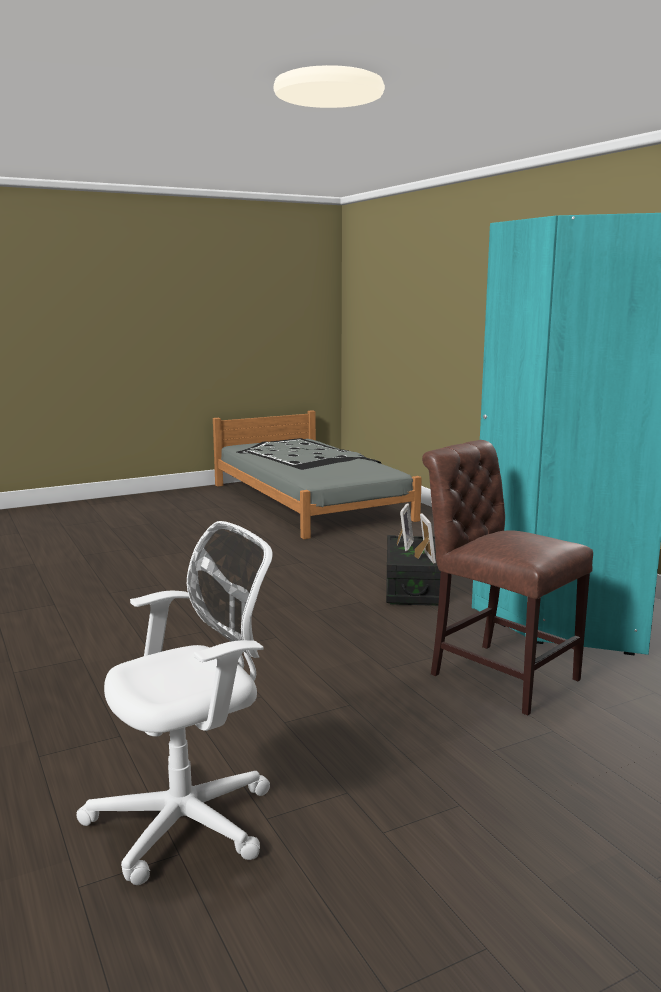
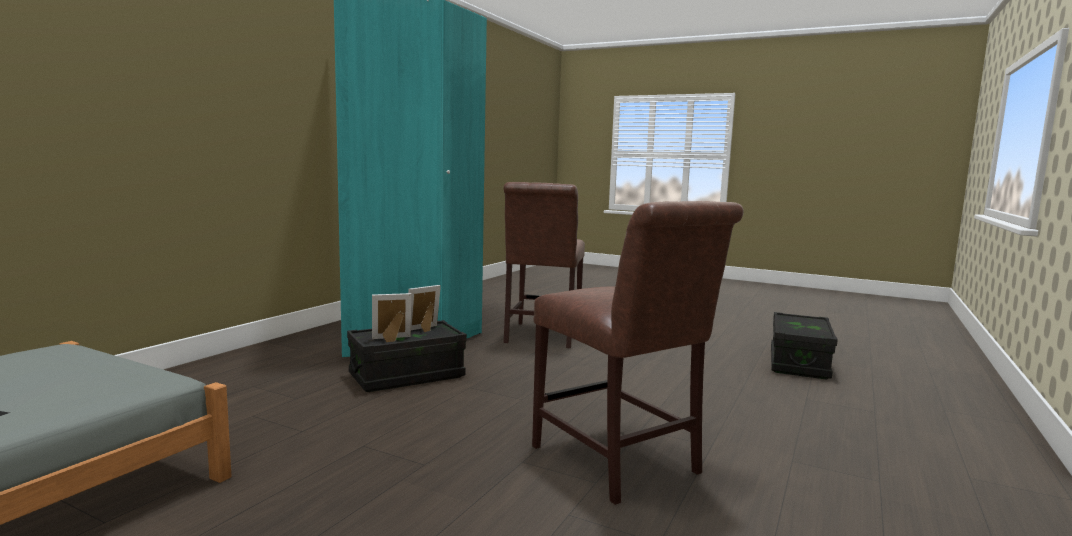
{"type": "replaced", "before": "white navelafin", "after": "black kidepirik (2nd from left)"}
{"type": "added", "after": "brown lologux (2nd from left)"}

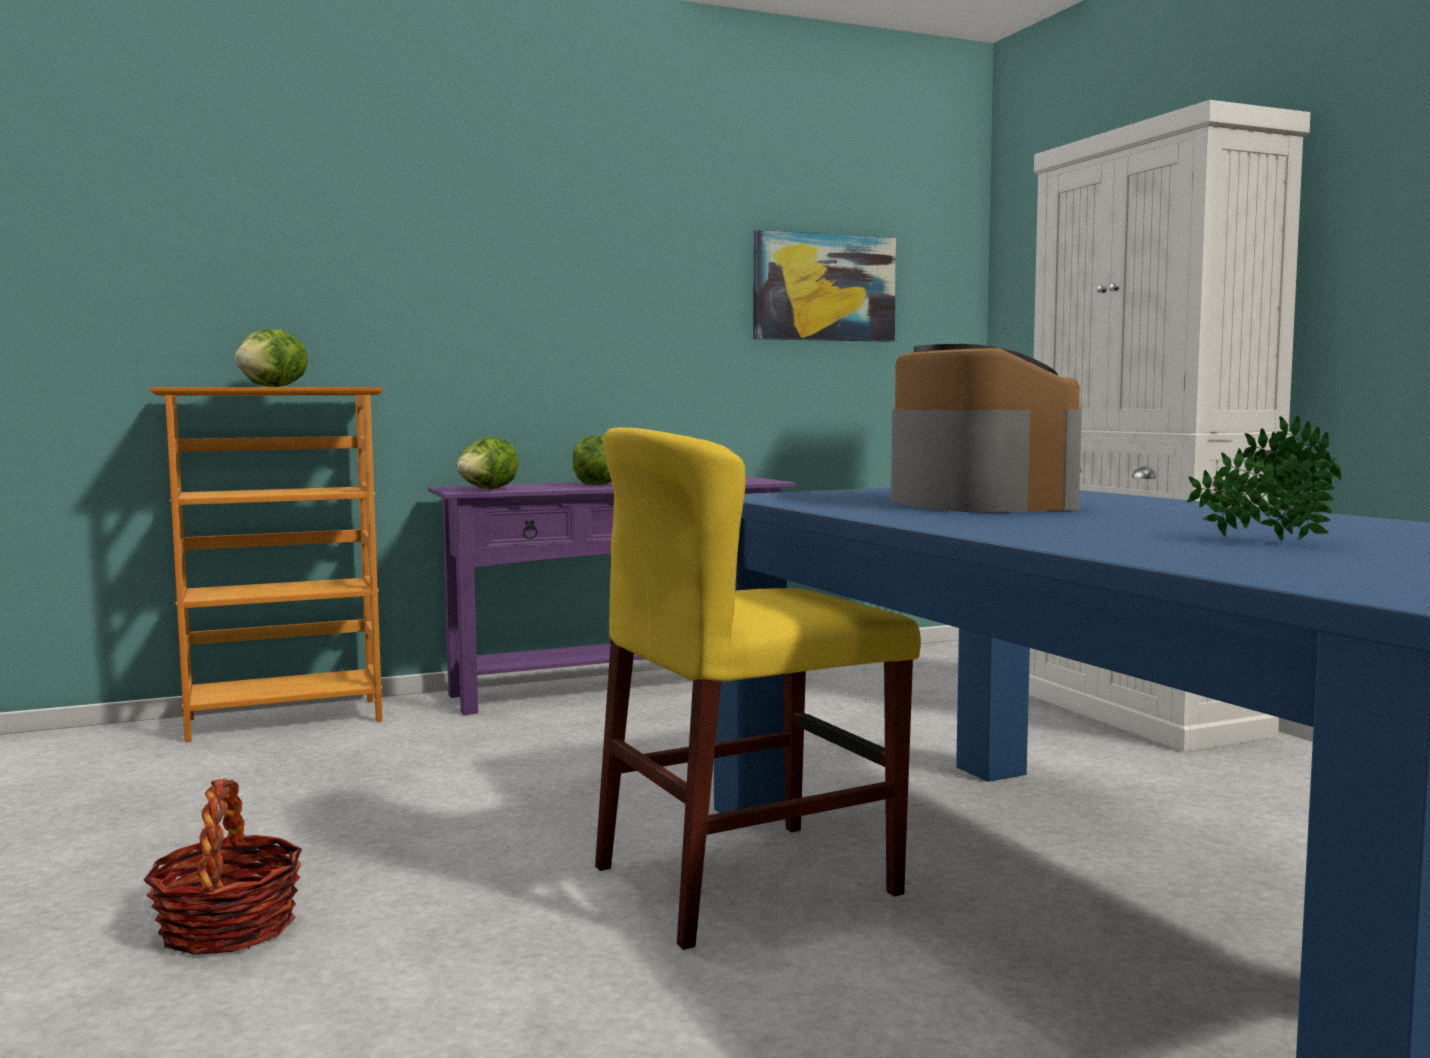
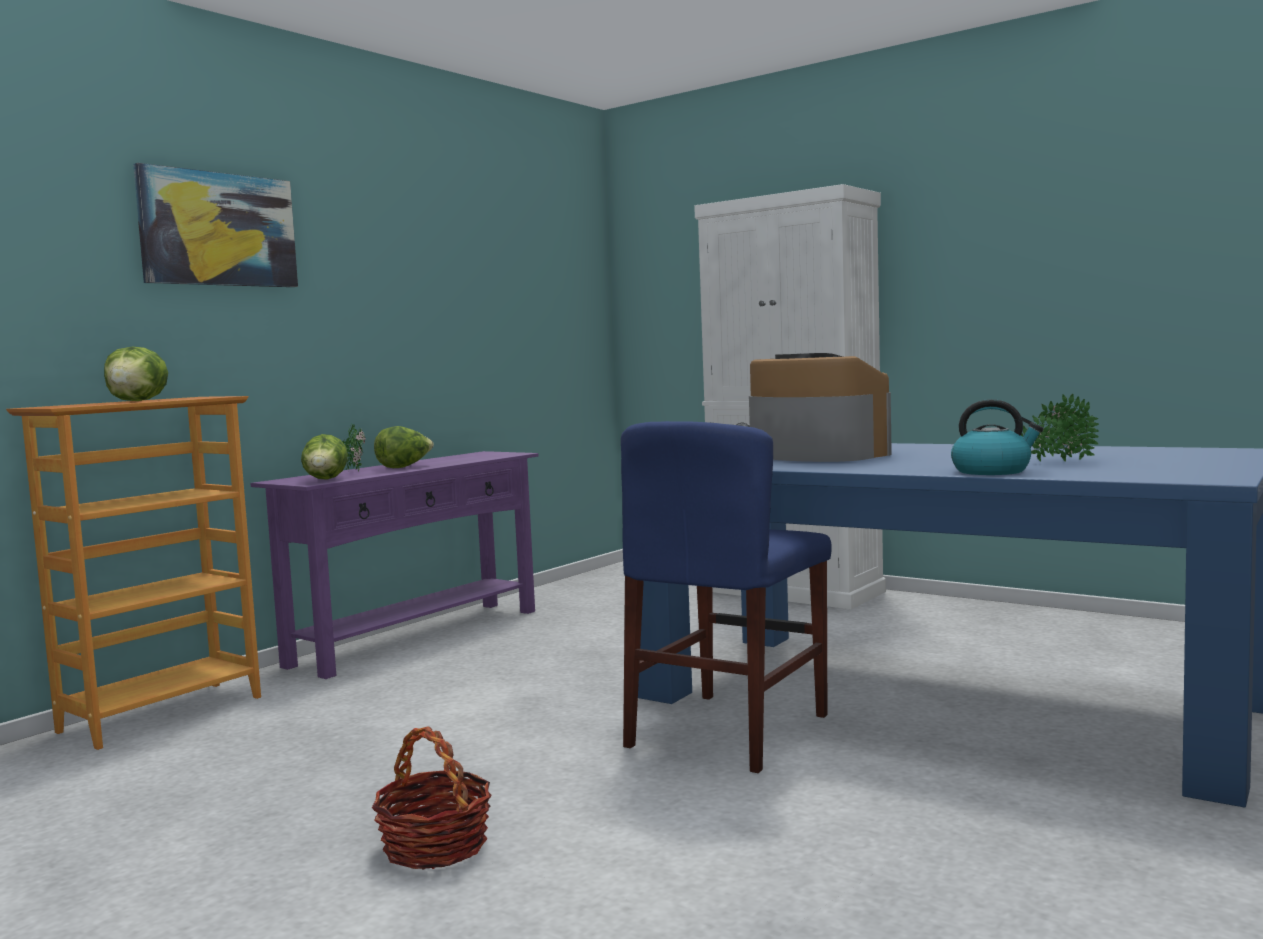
{"type": "moved", "before": "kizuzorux"}
{"type": "recoloured", "before": "yellow lologux", "after": "blue lologux"}
{"type": "added", "after": "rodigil"}
{"type": "added", "after": "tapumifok (1st from left)"}

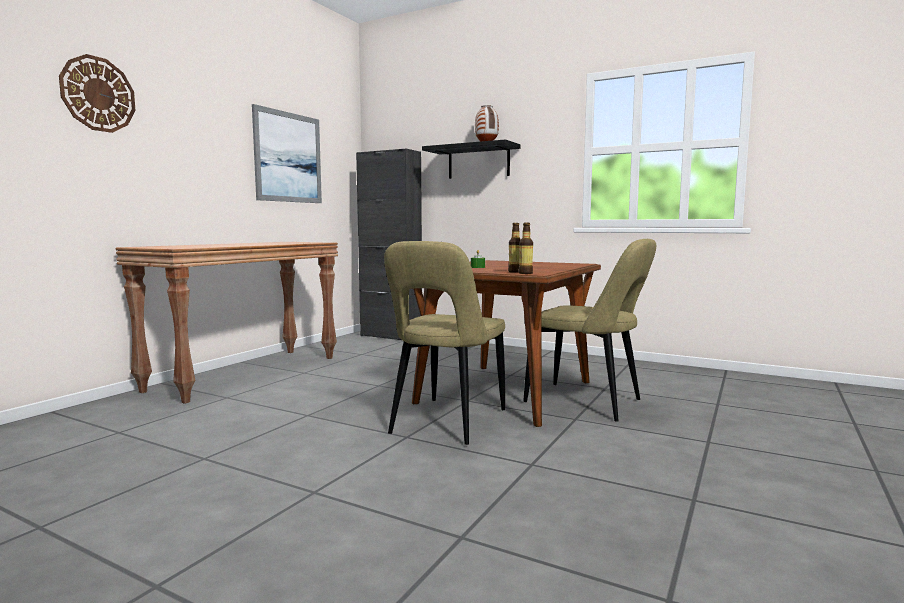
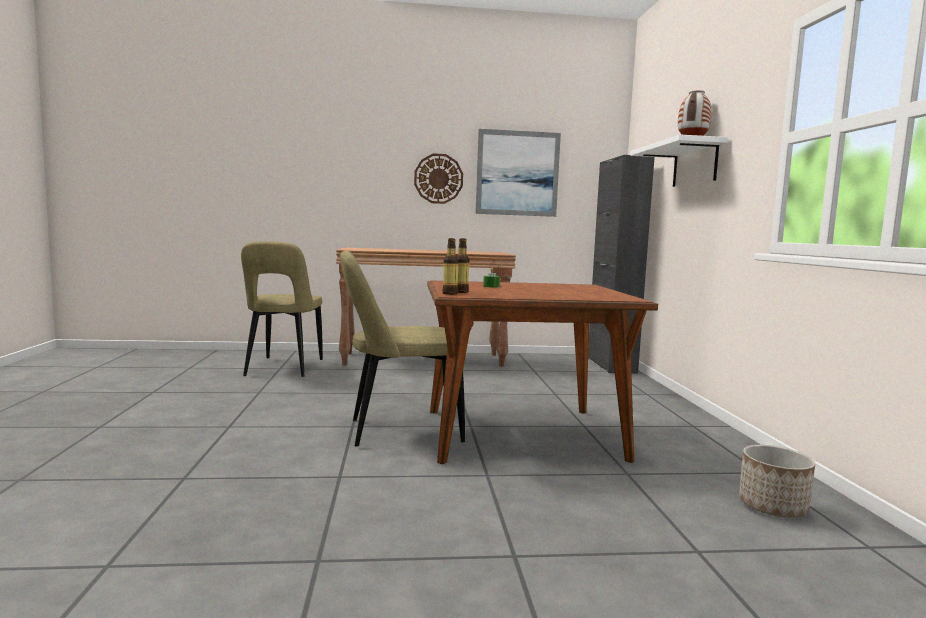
{"type": "moved", "before": "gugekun"}
{"type": "recoloured", "before": "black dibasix", "after": "white dibasix"}
{"type": "moved", "before": "beige lologux (2nd from left in the first image)", "after": "beige lologux (1st from left)"}
{"type": "added", "after": "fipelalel"}

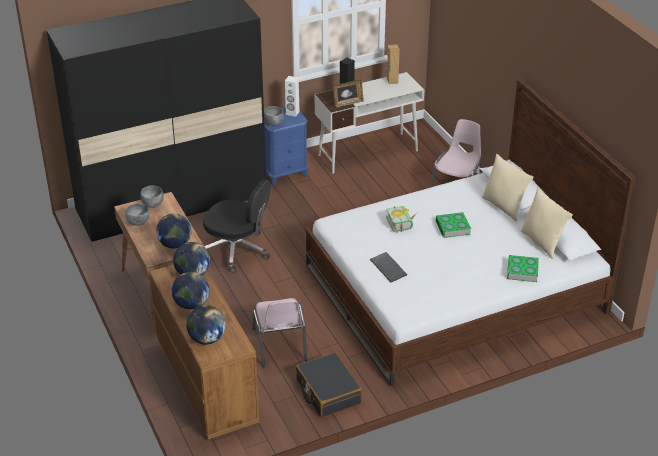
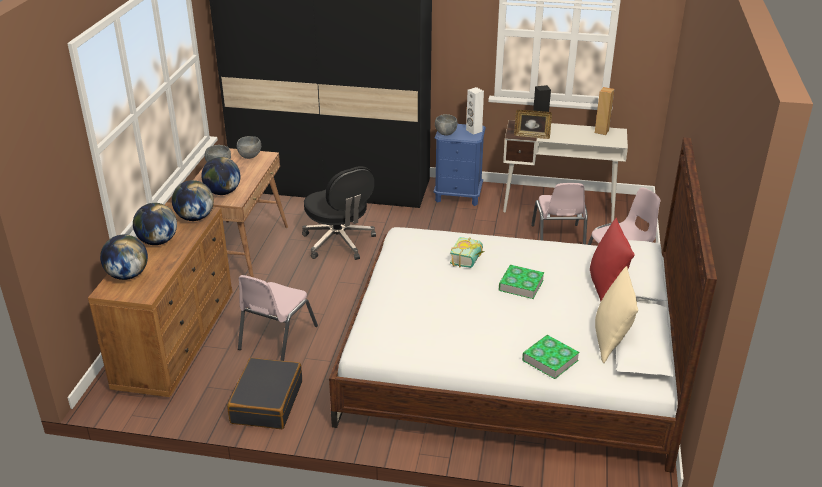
{"type": "recoloured", "before": "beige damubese (1st from left)", "after": "red damubese"}
{"type": "removed", "before": "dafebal"}
{"type": "added", "after": "pink lologux (2nd from left)"}

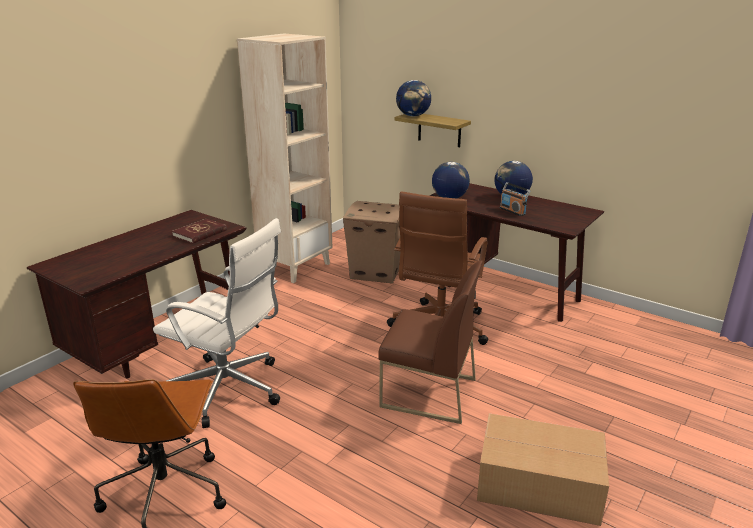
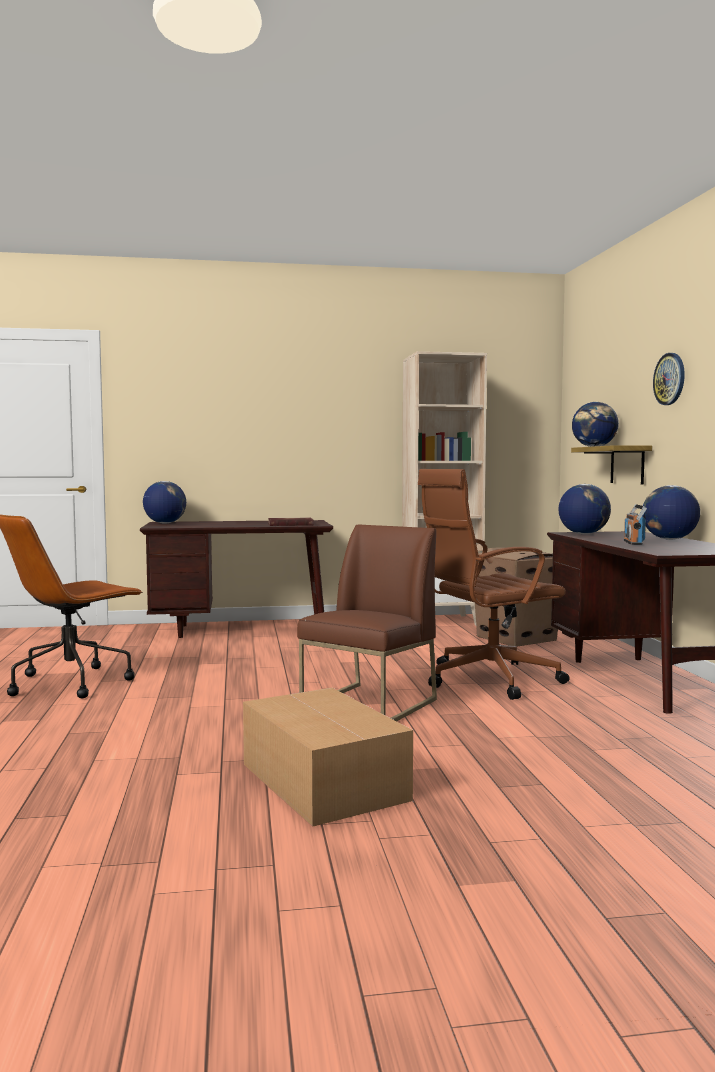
{"type": "removed", "before": "white navelafin"}
{"type": "turned", "before": "brown lologux", "turn": -120}
{"type": "added", "after": "gugekun"}
{"type": "added", "after": "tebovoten (1st from left)"}

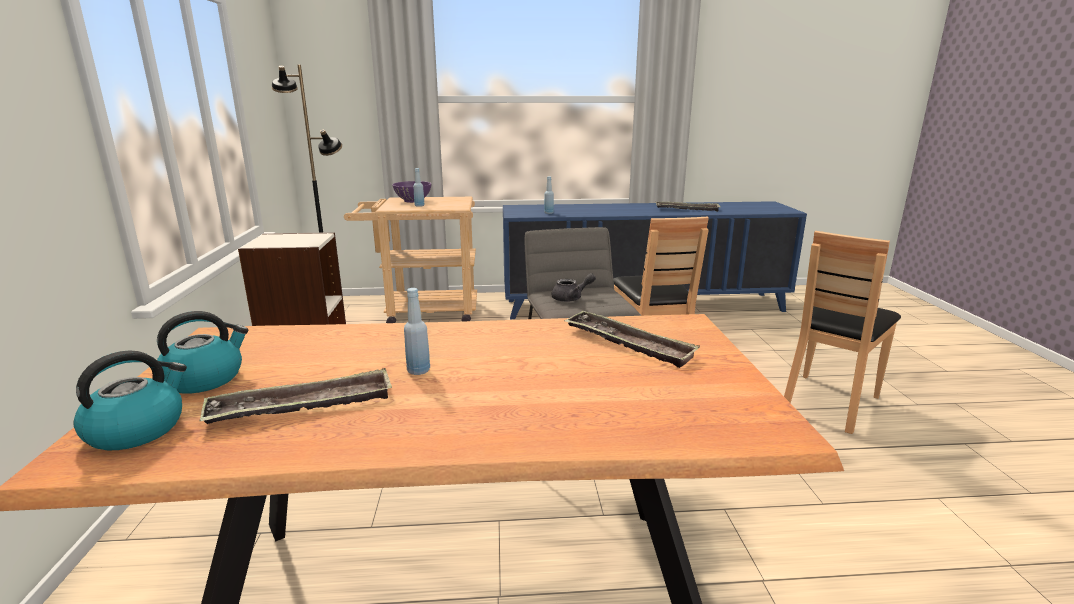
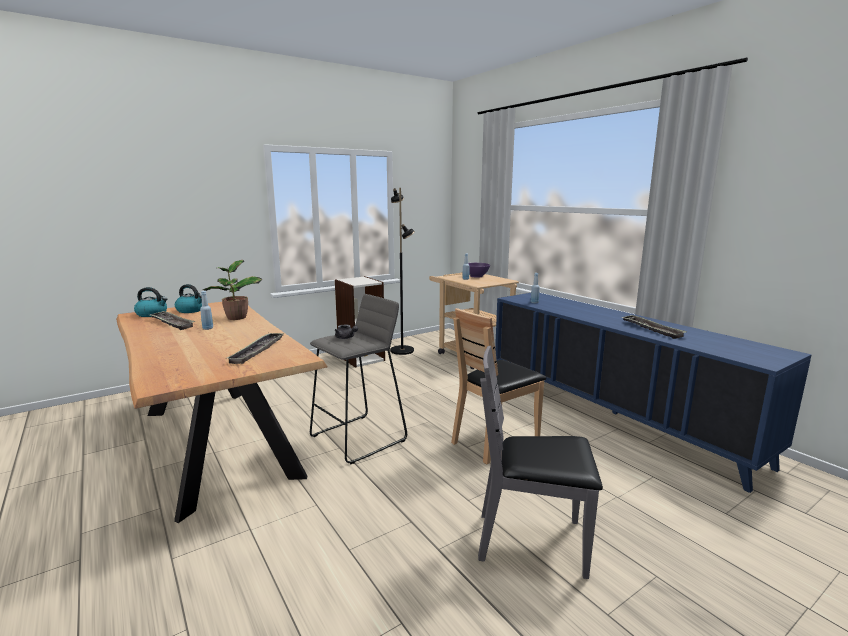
{"type": "recoloured", "before": "brown lologux (2nd from left)", "after": "grey lologux"}
{"type": "added", "after": "tapumifok"}

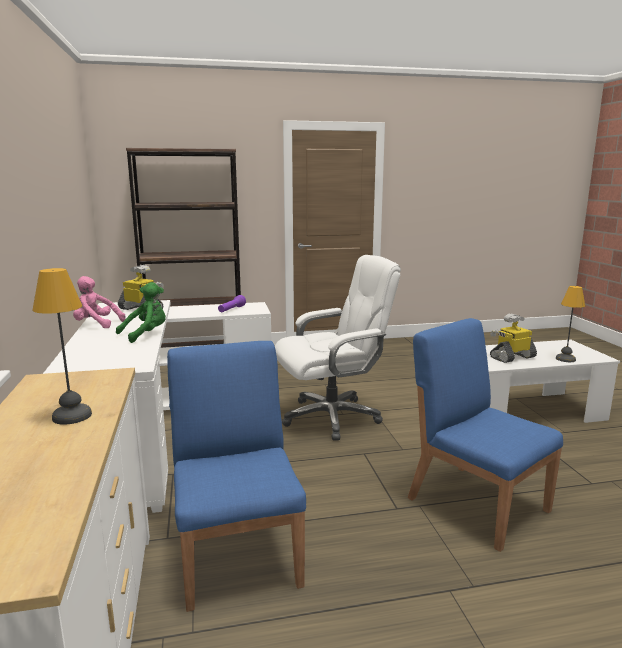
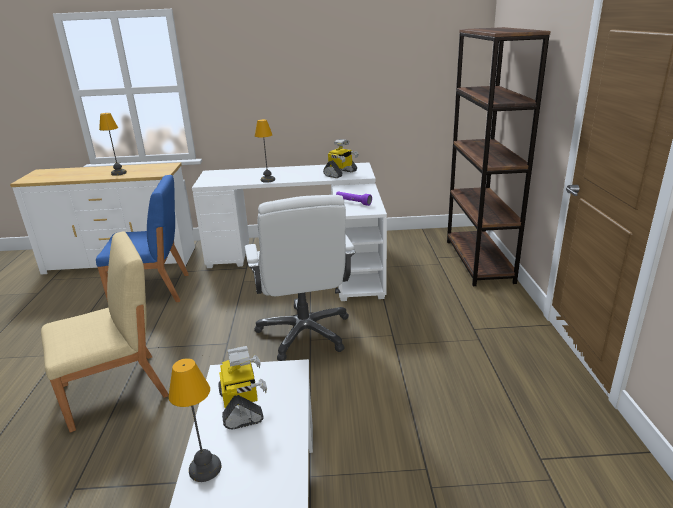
{"type": "removed", "before": "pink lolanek"}
{"type": "replaced", "before": "green lolanek", "after": "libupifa (3rd from left)"}
{"type": "recoloured", "before": "blue lologux (2nd from left)", "after": "beige lologux"}

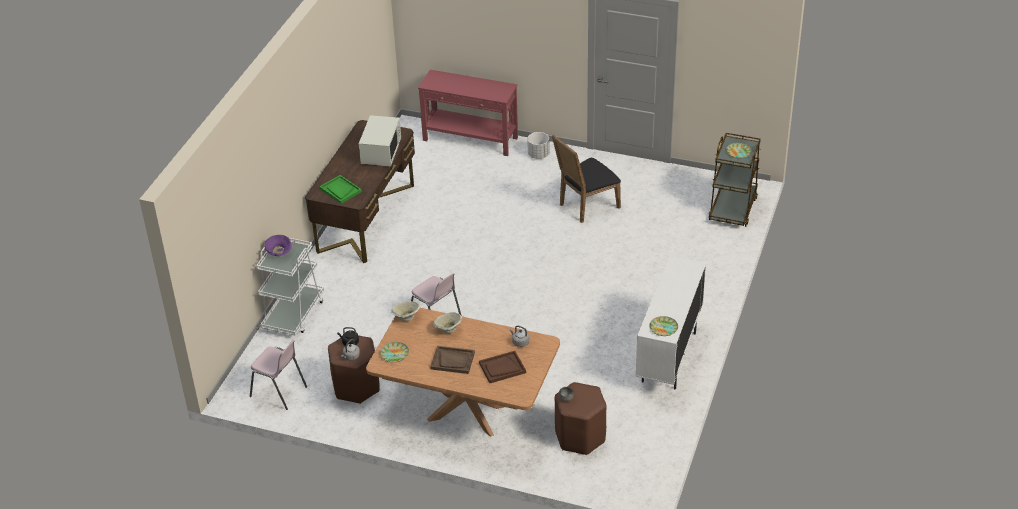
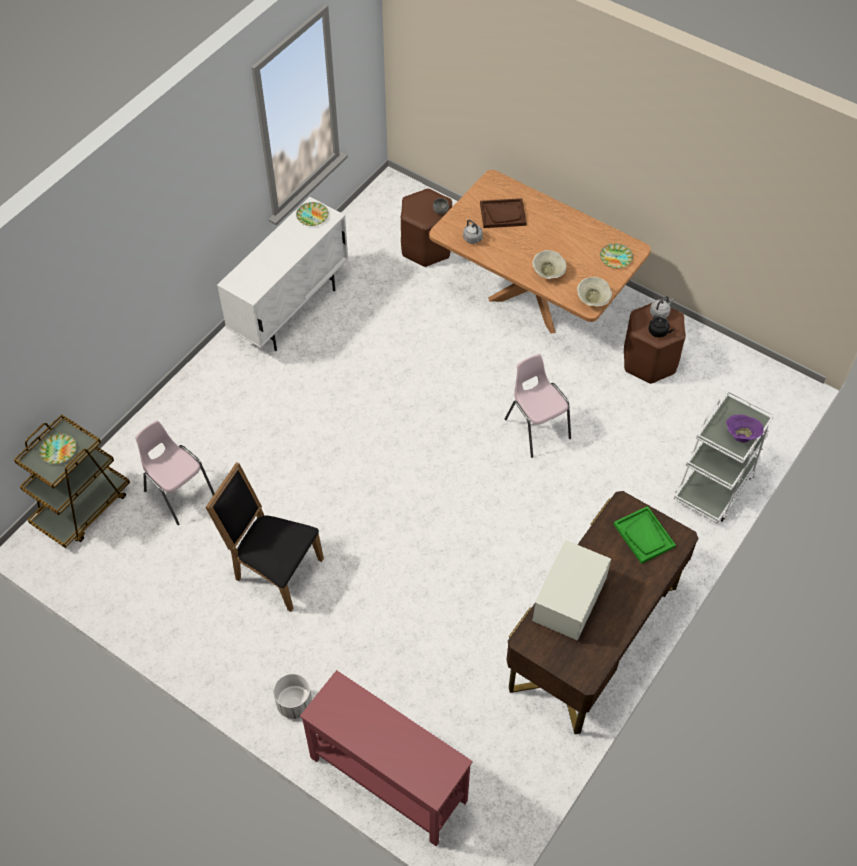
{"type": "turned", "before": "black lologux", "turn": -135}
{"type": "moved", "before": "pink lologux (1st from left)"}
{"type": "removed", "before": "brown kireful (1st from left)"}

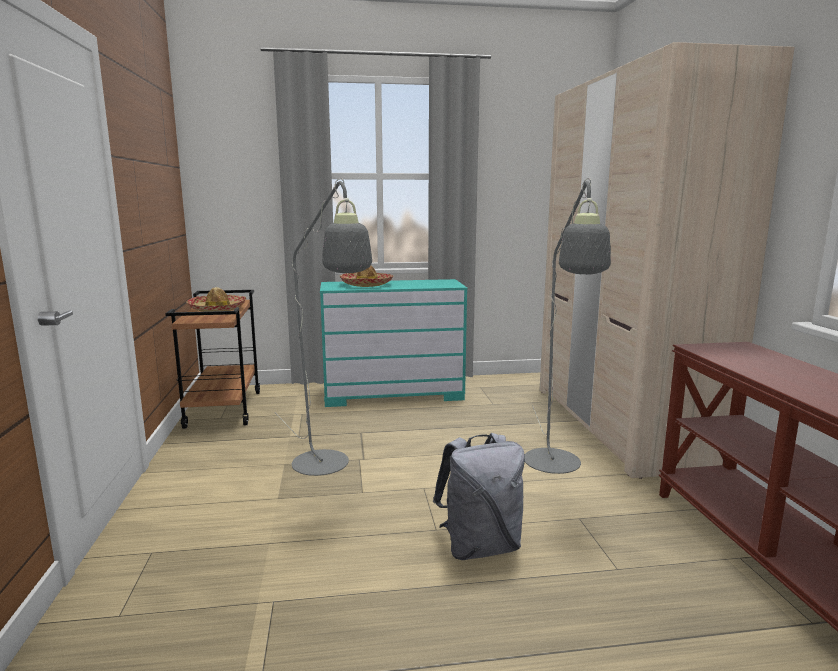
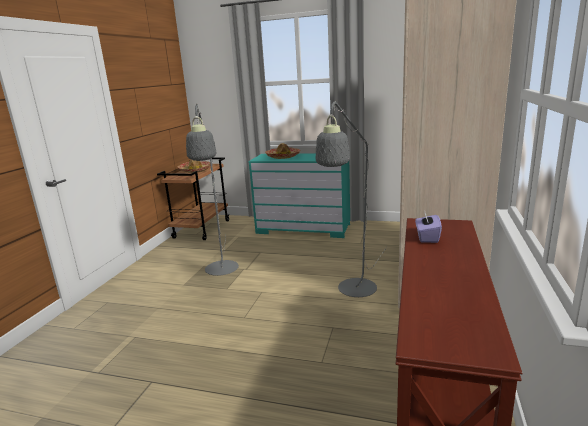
{"type": "removed", "before": "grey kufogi"}
{"type": "added", "after": "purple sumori"}

